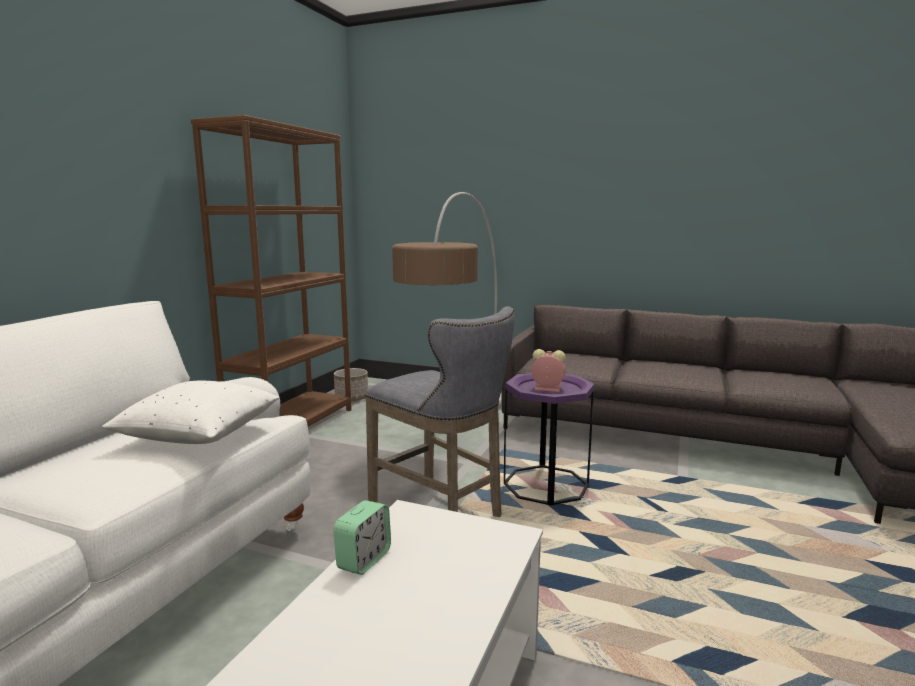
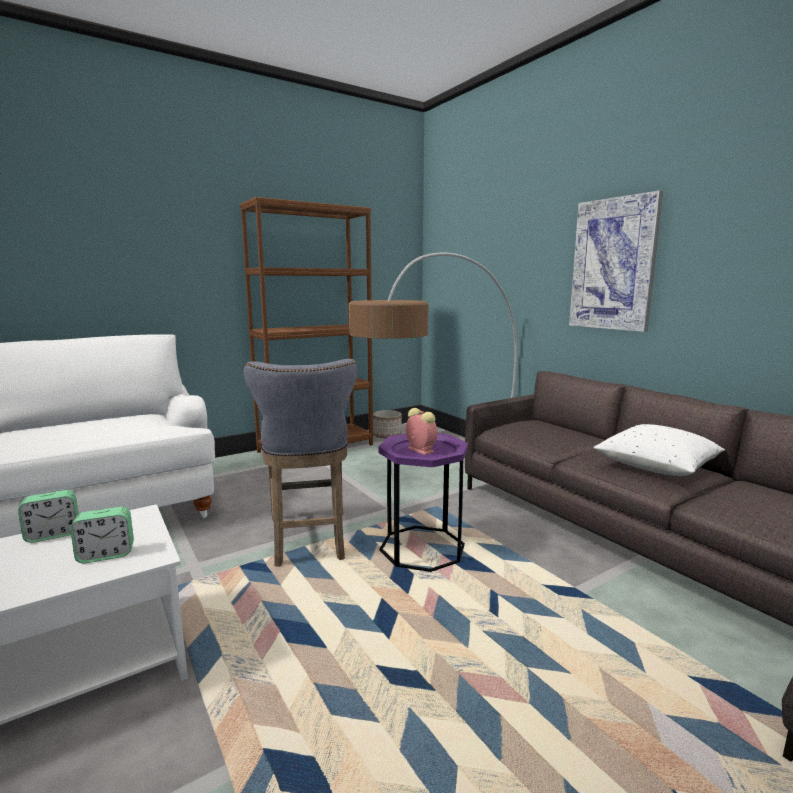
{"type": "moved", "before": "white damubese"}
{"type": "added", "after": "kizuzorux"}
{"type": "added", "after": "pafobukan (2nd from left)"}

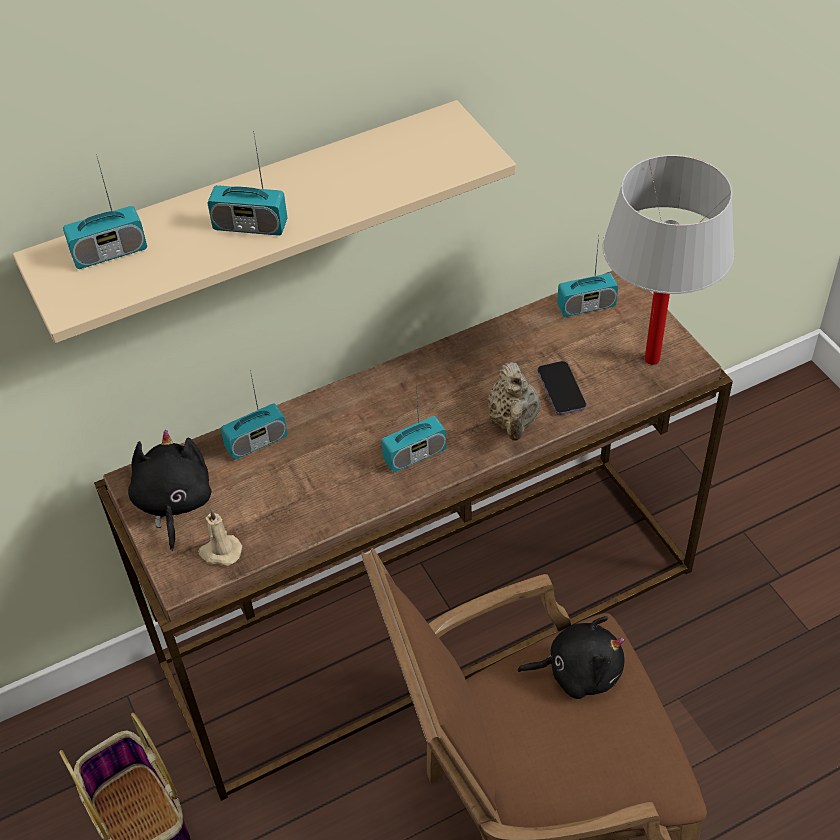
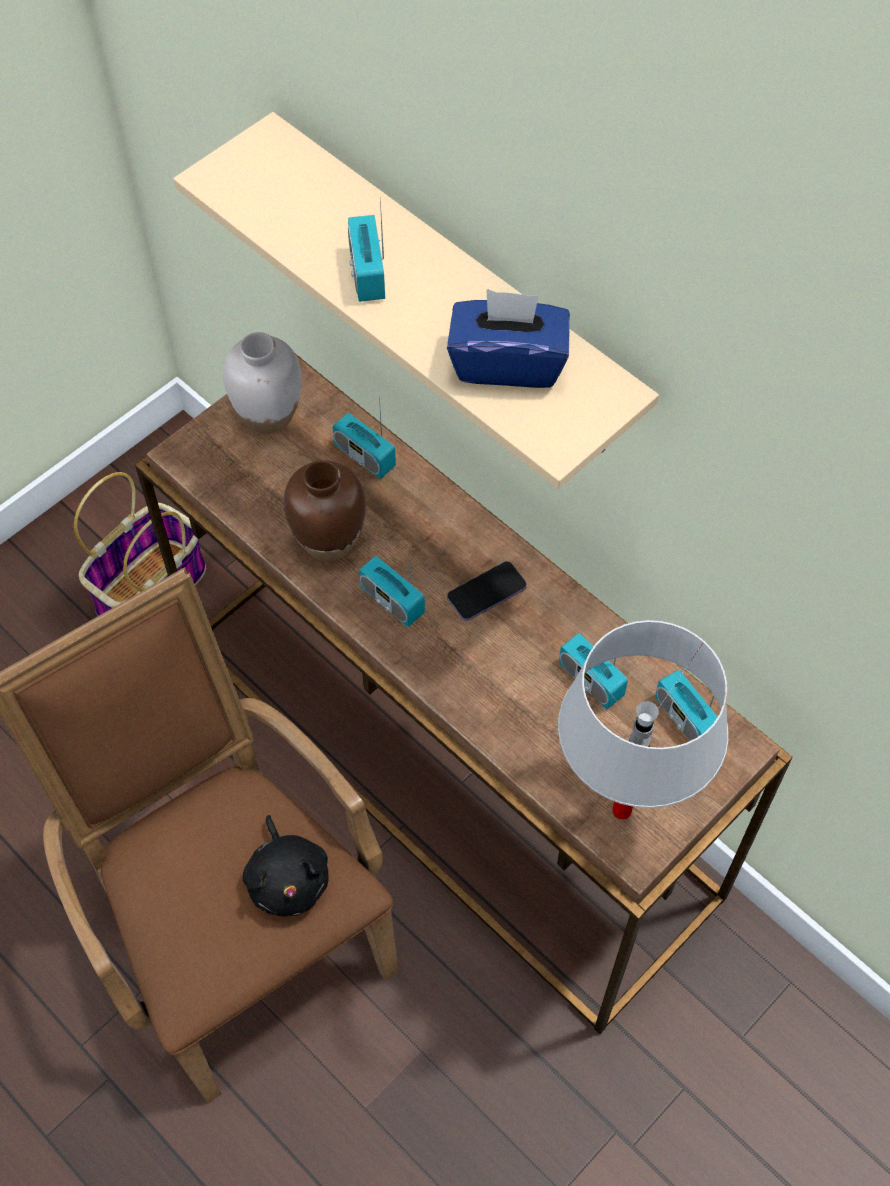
{"type": "moved", "before": "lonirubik (1st from left in the first image)", "after": "lonirubik (4th from left)"}
{"type": "moved", "before": "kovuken"}
{"type": "removed", "before": "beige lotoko"}
{"type": "replaced", "before": "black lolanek (1st from left)", "after": "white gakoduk"}
{"type": "removed", "before": "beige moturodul"}
{"type": "added", "after": "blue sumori"}
{"type": "added", "after": "brown gakoduk"}

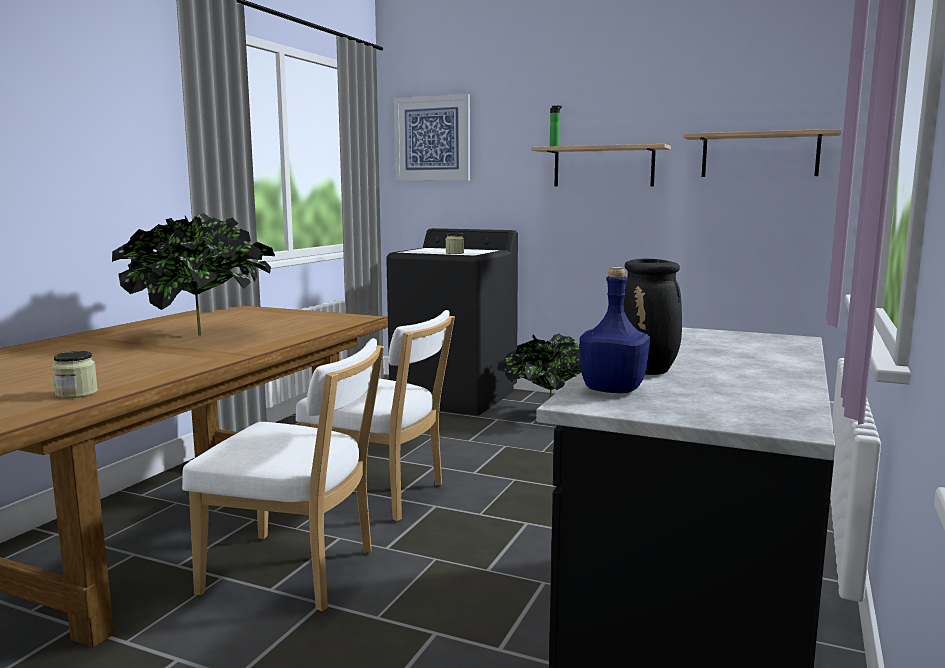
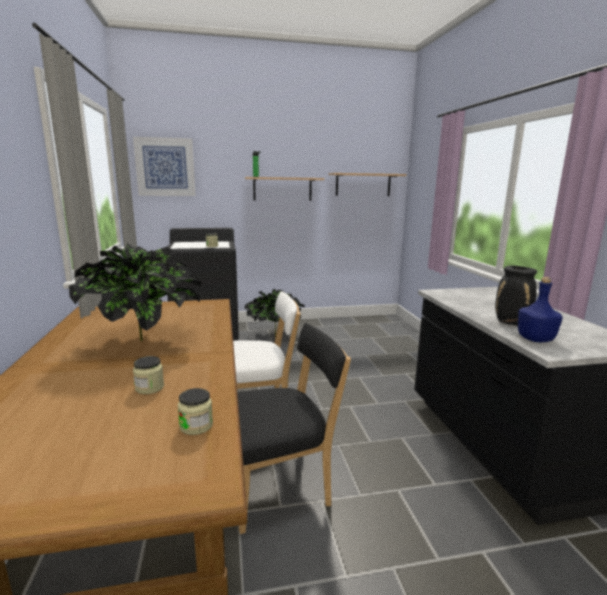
{"type": "recoloured", "before": "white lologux (1st from left)", "after": "black lologux"}
{"type": "added", "after": "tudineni (1st from left)"}

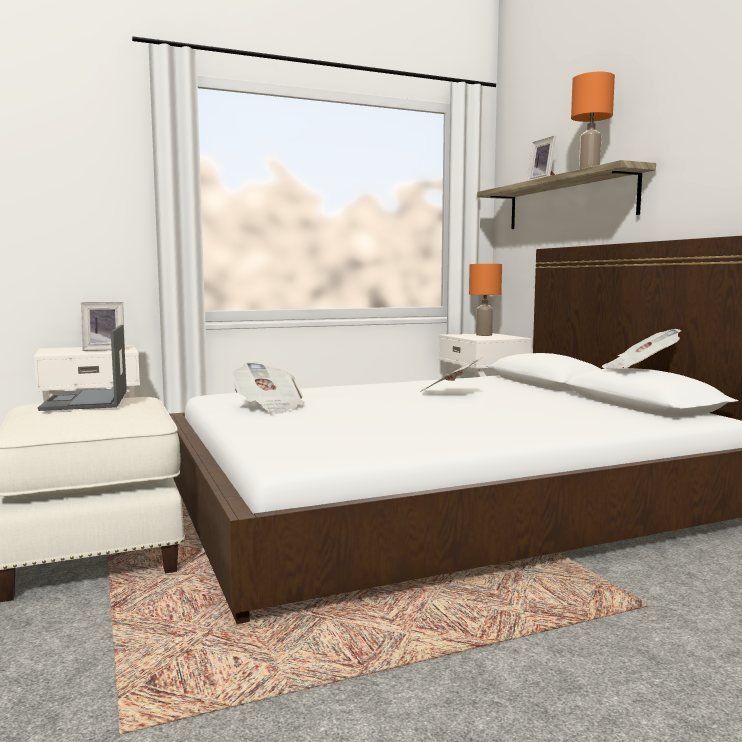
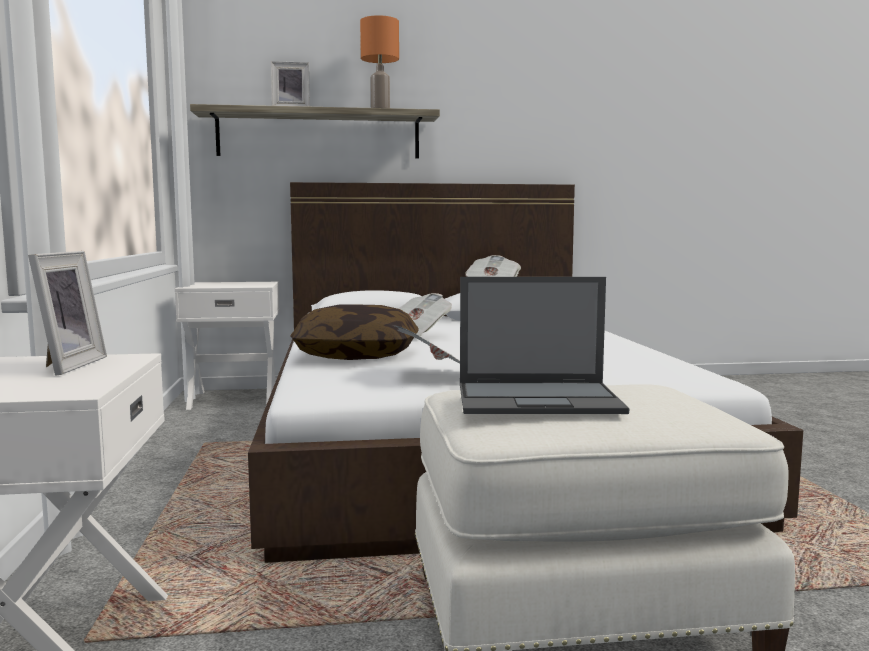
{"type": "removed", "before": "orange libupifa (1st from left)"}
{"type": "added", "after": "damubese"}

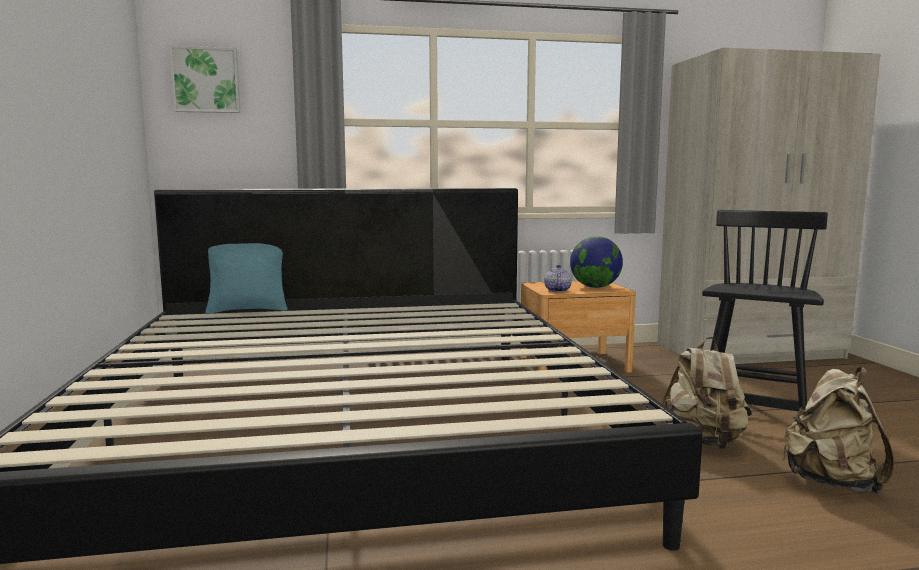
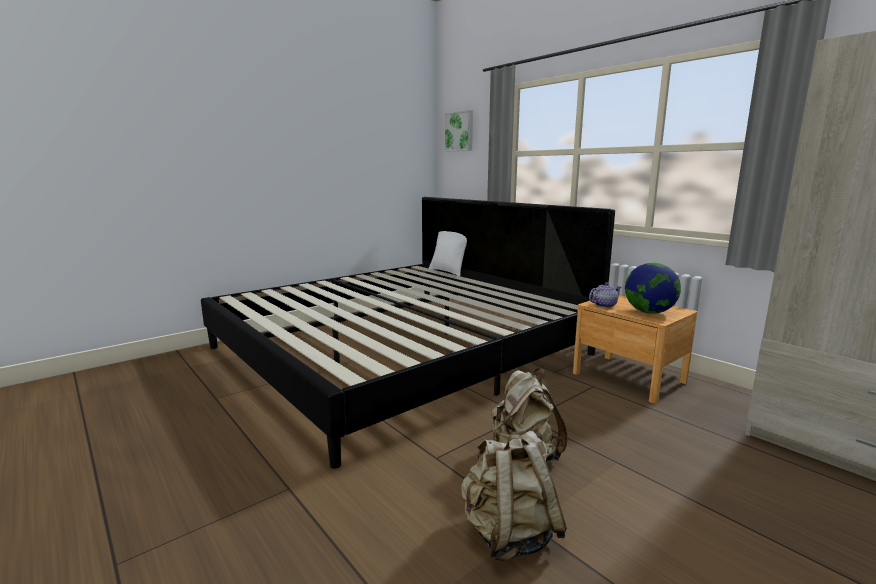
{"type": "removed", "before": "black lologux"}
{"type": "recoloured", "before": "turquoise damubese", "after": "white damubese"}

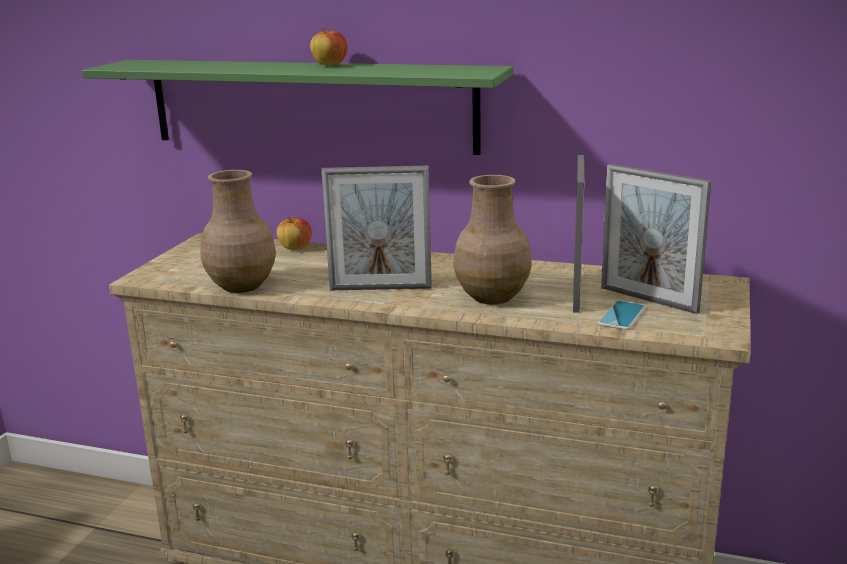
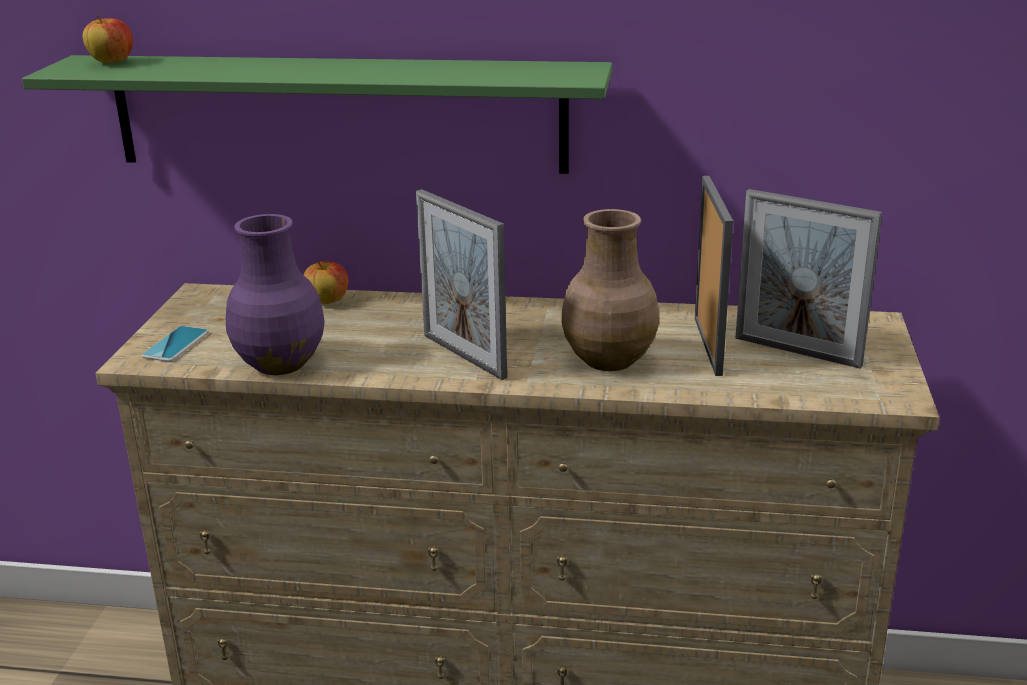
{"type": "moved", "before": "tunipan (2nd from left in the first image)", "after": "tunipan (1st from left)"}
{"type": "turned", "before": "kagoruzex (1st from left)", "turn": 60}
{"type": "recoloured", "before": "brown gakoduk (1st from left)", "after": "purple gakoduk"}
{"type": "moved", "before": "kovuken"}

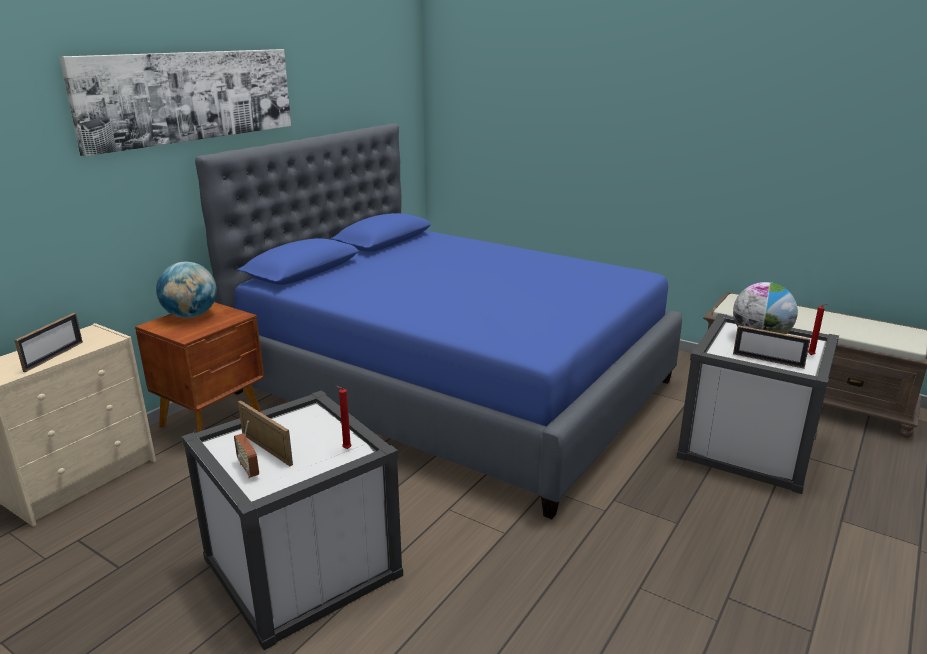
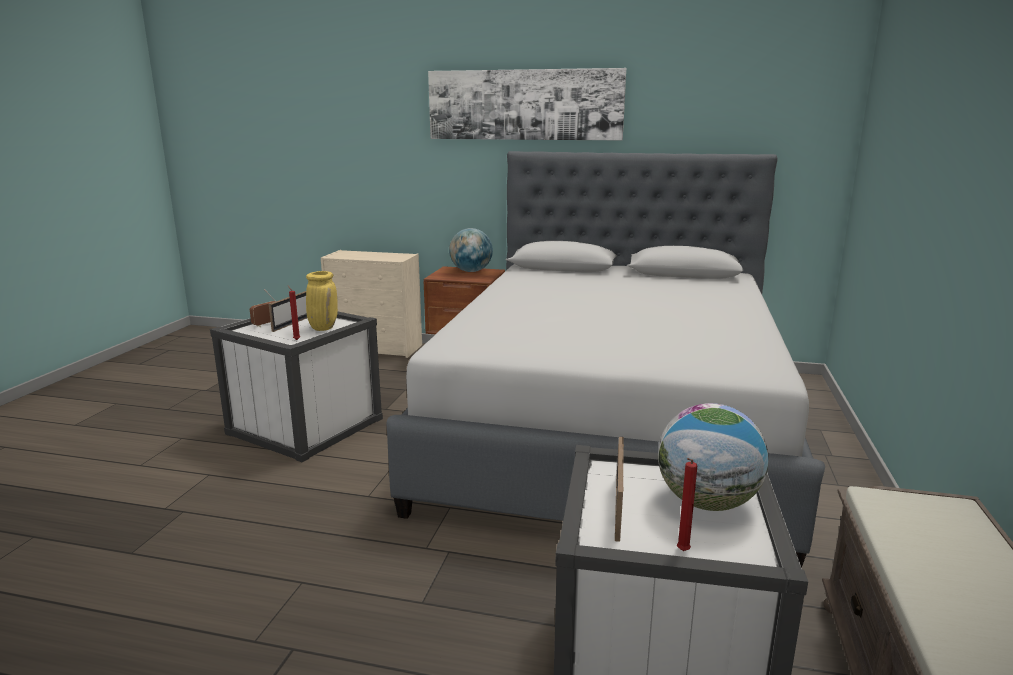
{"type": "recoloured", "before": "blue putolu", "after": "grey putolu"}
{"type": "removed", "before": "kagoruzex (1st from left)"}
{"type": "added", "after": "yellow gakoduk"}

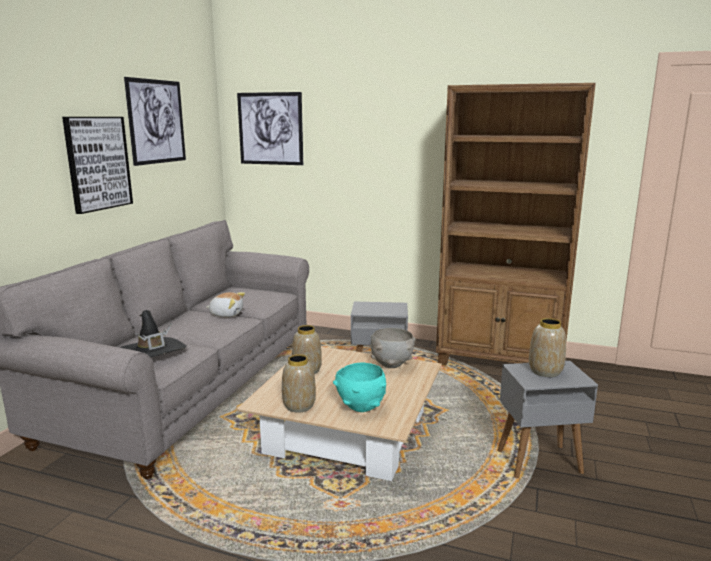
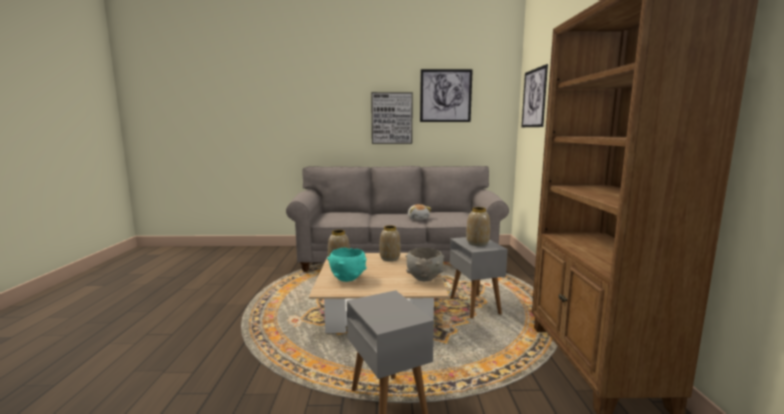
{"type": "removed", "before": "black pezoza"}
{"type": "moved", "before": "gakoduk (3rd from left)"}

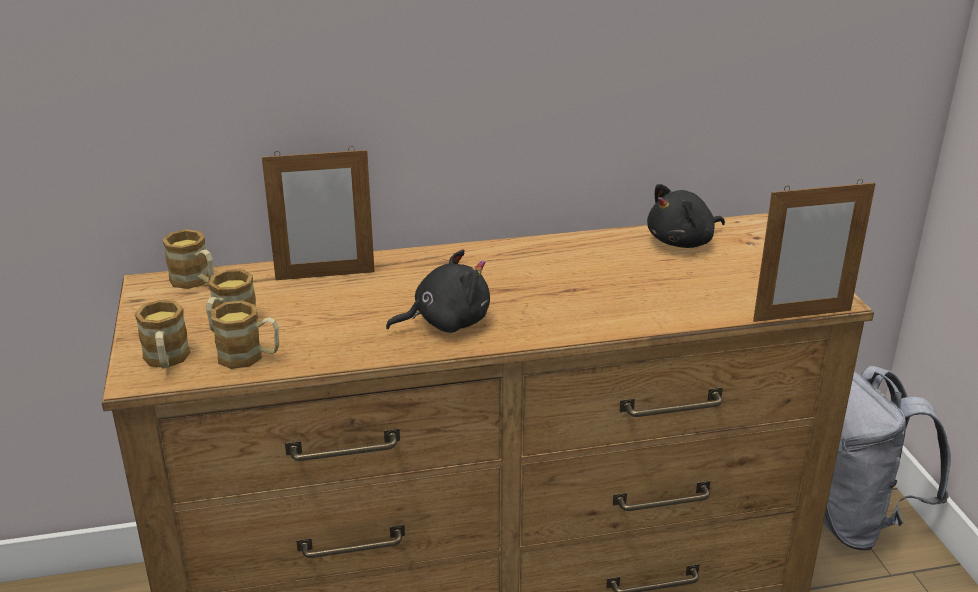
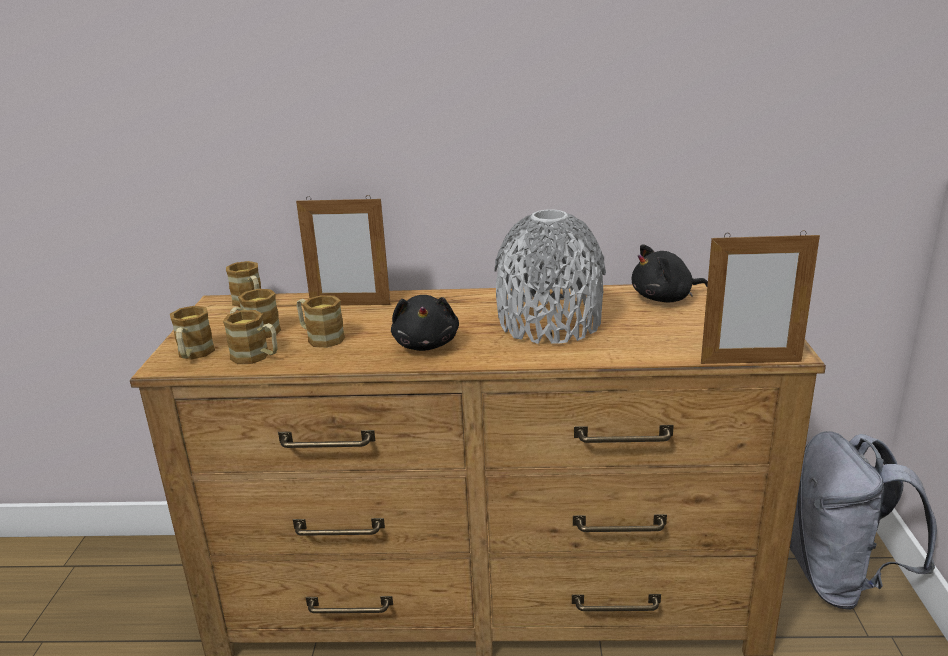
{"type": "turned", "before": "black lolanek (1st from left)", "turn": 90}
{"type": "added", "after": "grey gakoduk"}
{"type": "added", "after": "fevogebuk (5th from left)"}

